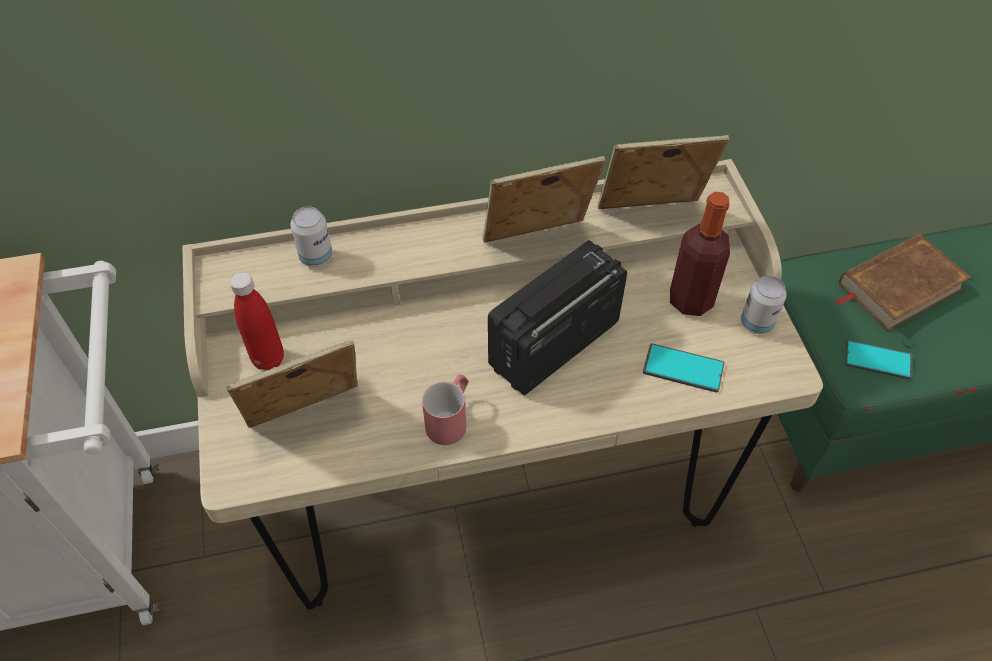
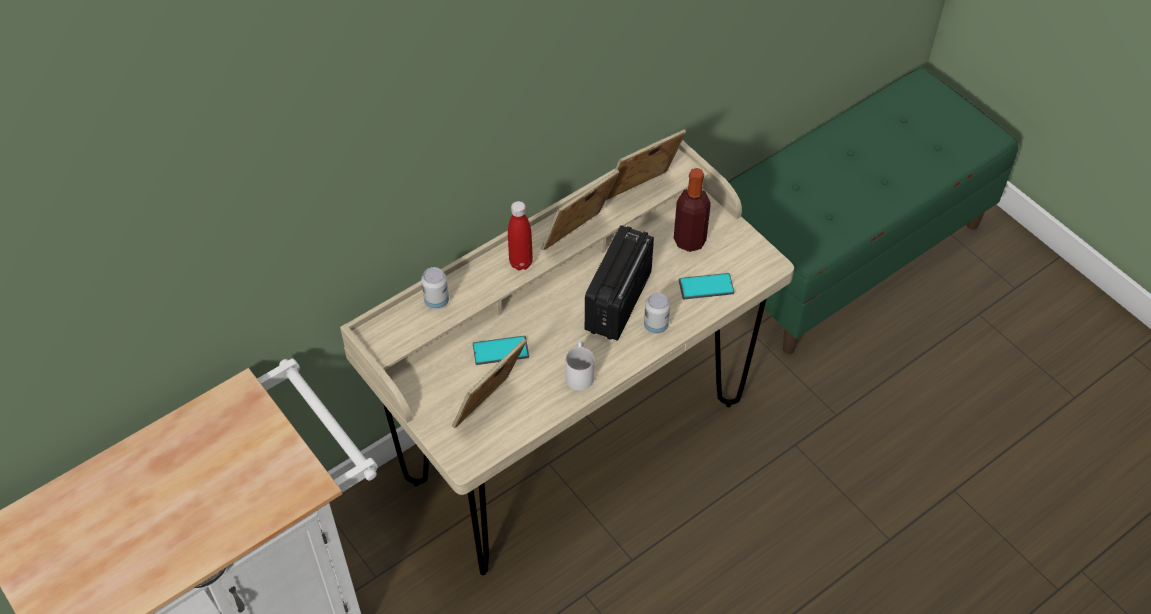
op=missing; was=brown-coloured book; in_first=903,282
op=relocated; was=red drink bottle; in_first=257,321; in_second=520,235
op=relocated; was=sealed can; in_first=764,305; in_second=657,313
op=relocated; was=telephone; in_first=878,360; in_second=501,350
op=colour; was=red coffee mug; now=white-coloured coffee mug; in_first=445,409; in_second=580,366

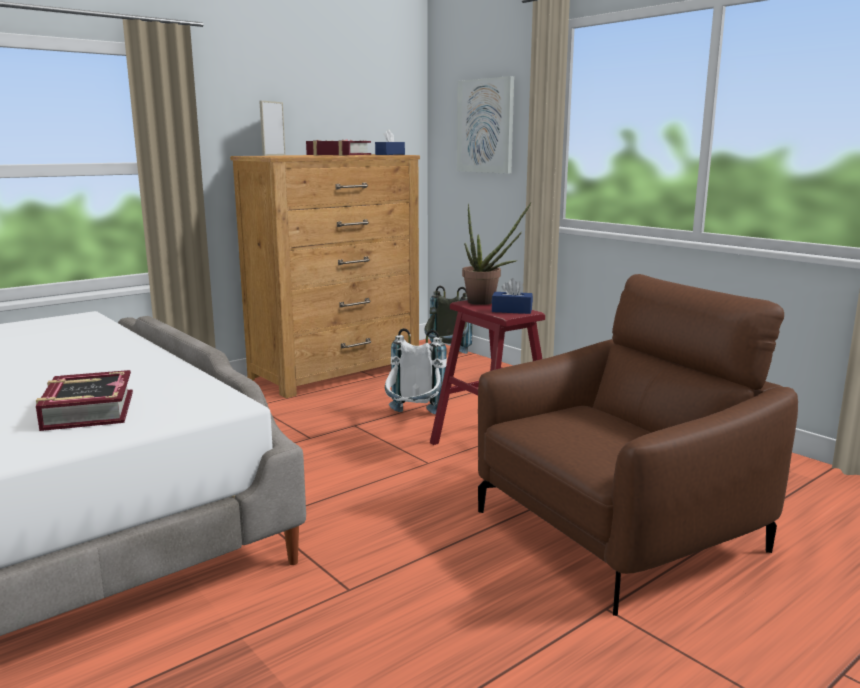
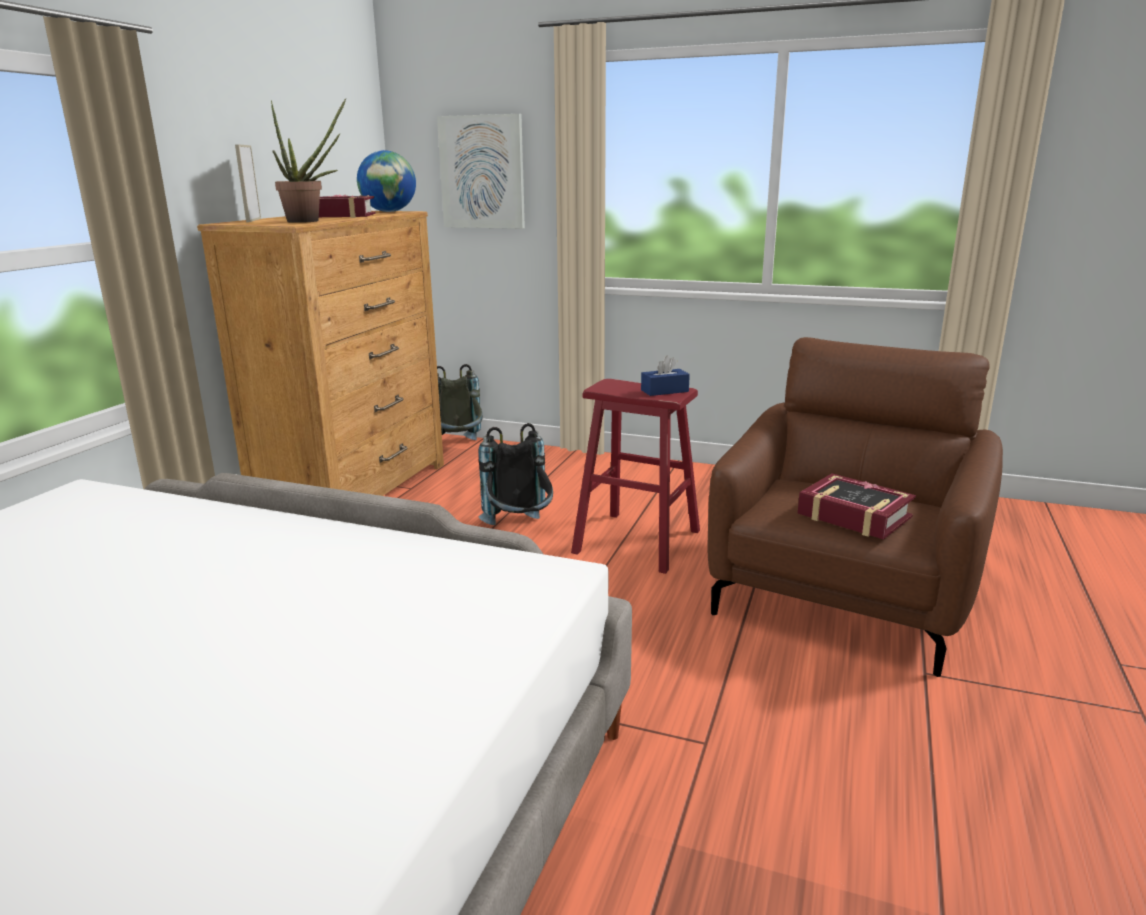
op=relocated; was=book; in_first=84,400; in_second=857,506
op=relocated; was=potted plant; in_first=497,253; in_second=308,160
op=exchanged; was=bluish tissue box; now=desk globe; in_first=390,142; in_second=386,181
op=colour; was=white-coloured knapsack; now=black-coloured knapsack; in_first=416,371; in_second=515,474

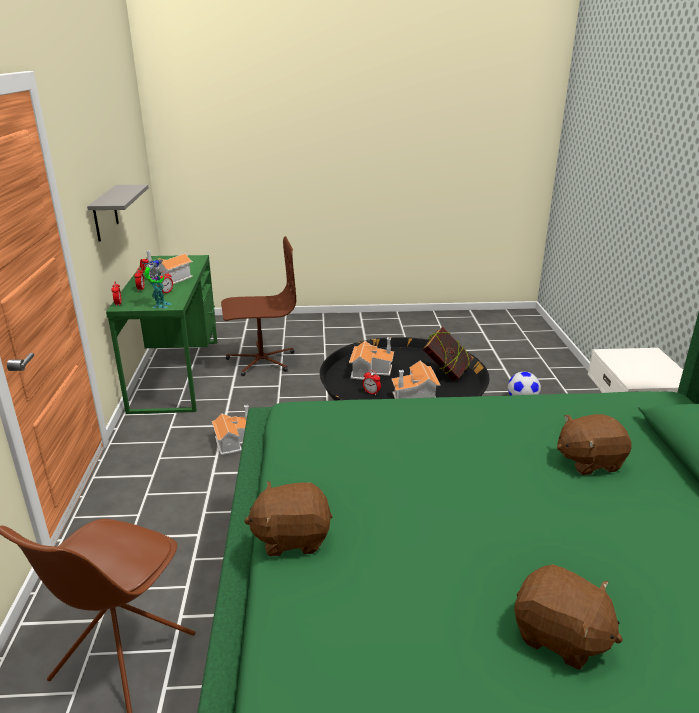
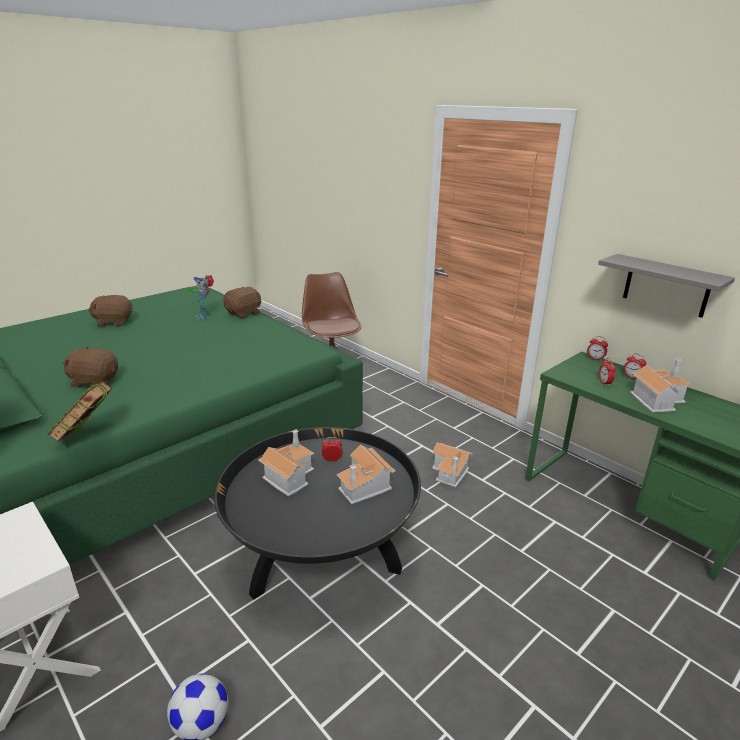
op=missing; was=brown-coloured office chair; in_first=258,306
op=relocated; was=robot figure; in_first=156,283; in_second=200,297
op=relocated; was=book; in_first=448,354; in_second=80,411
op=spun; was=brown-coloured cuddly toy; in_first=594,444; in_second=90,367; clockwise=-120

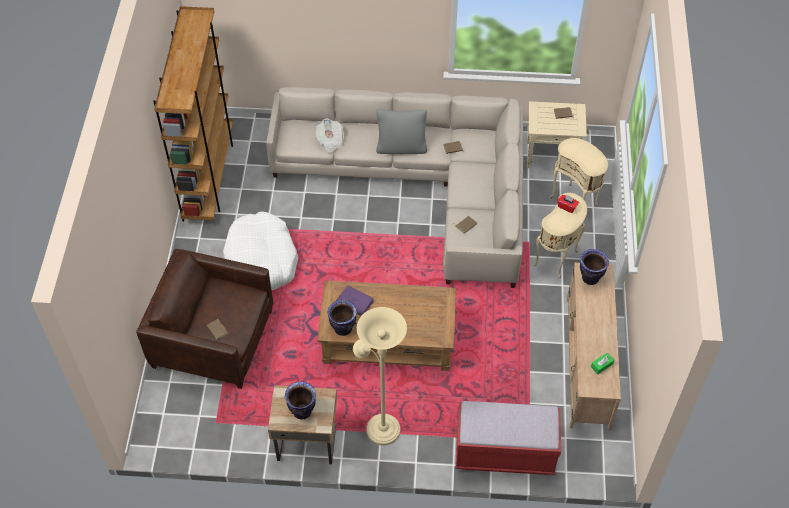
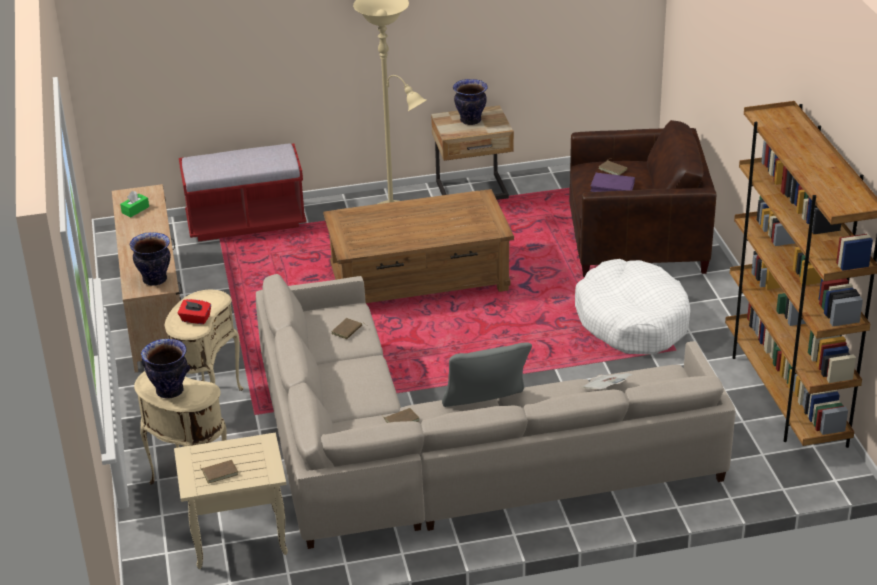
op=relocated; was=decorative vase; in_first=342,318; in_second=165,368
op=relocated; was=purple-coloured book; in_first=355,300; in_second=612,182

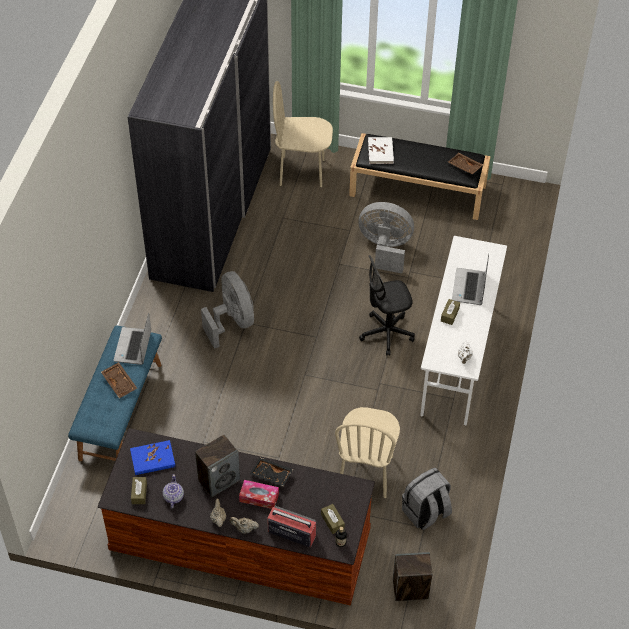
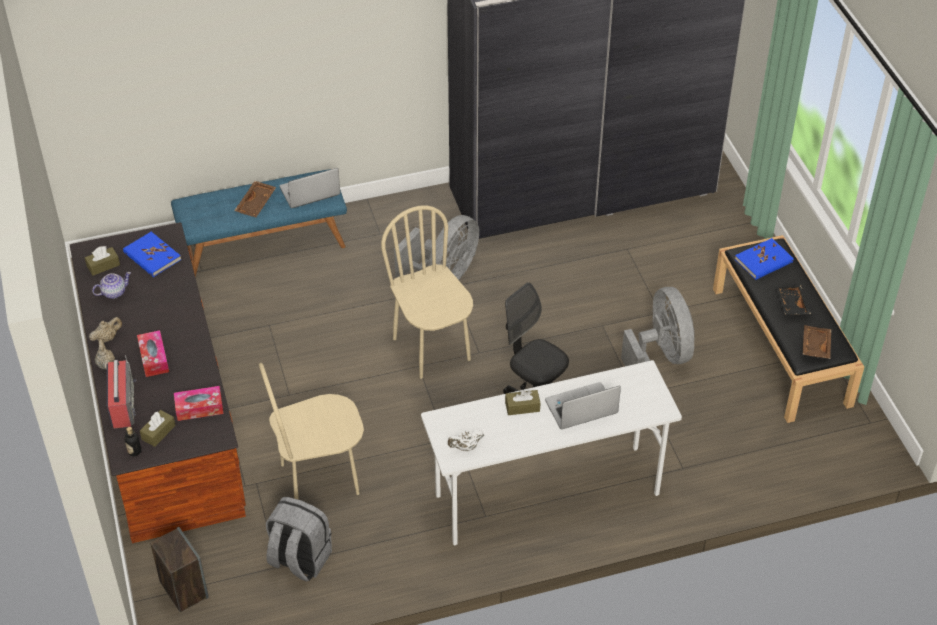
op=missing; was=audio speaker; in_first=217,466
op=appeared; now=tissue box; in_second=199,403
op=relocated; was=black-coloured tray; in_first=272,472; in_second=793,300
op=relocated; was=sand-coloured upright chair; in_first=303,134; in_second=427,292
op=colour; was=white-coloured book; now=bluish book; in_first=381,150; in_second=764,259

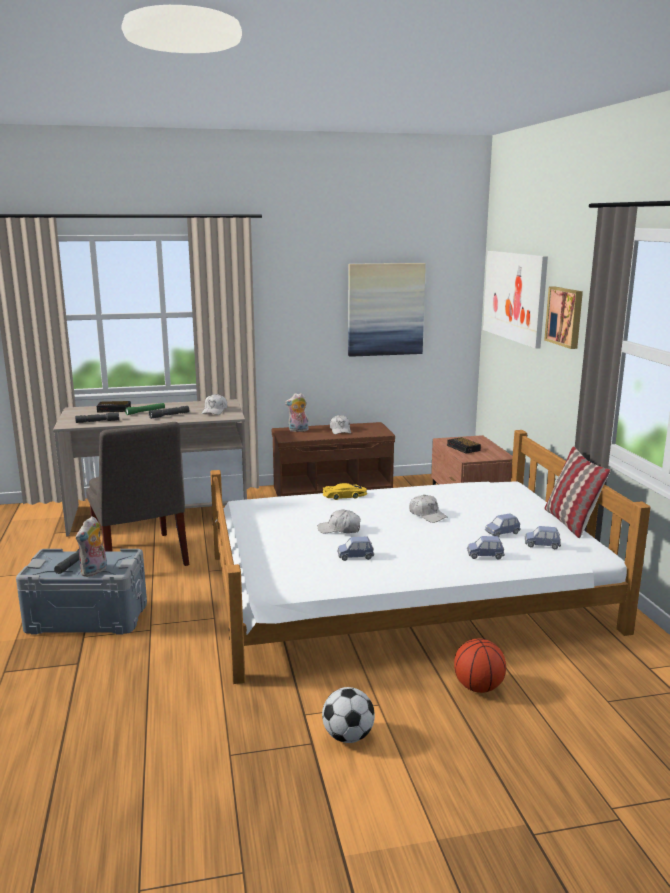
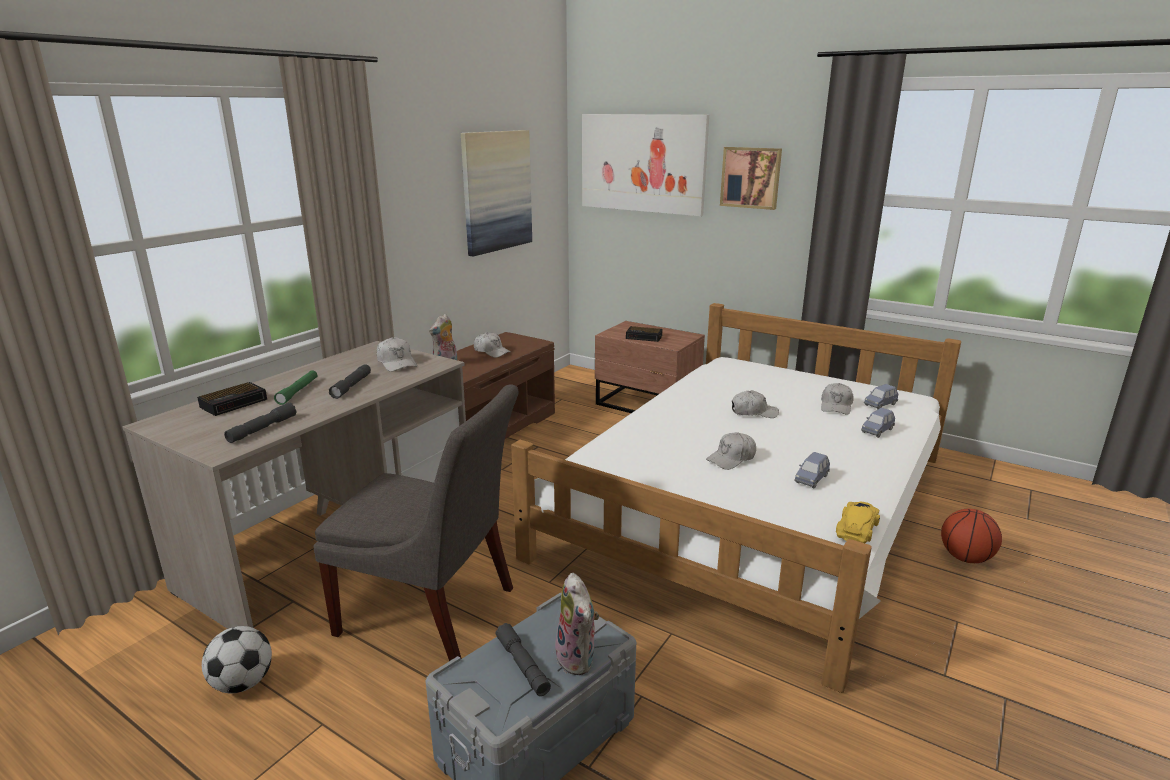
op=missing; was=cushion; in_first=577,492
op=relocated; was=football ball; in_first=348,715; in_second=237,659
op=relocated; was=yellow-coloured toy car; in_first=345,491; in_second=858,522
op=exchanged; was=bluish toy car; now=white-coloured cap; in_first=503,525; in_second=837,399

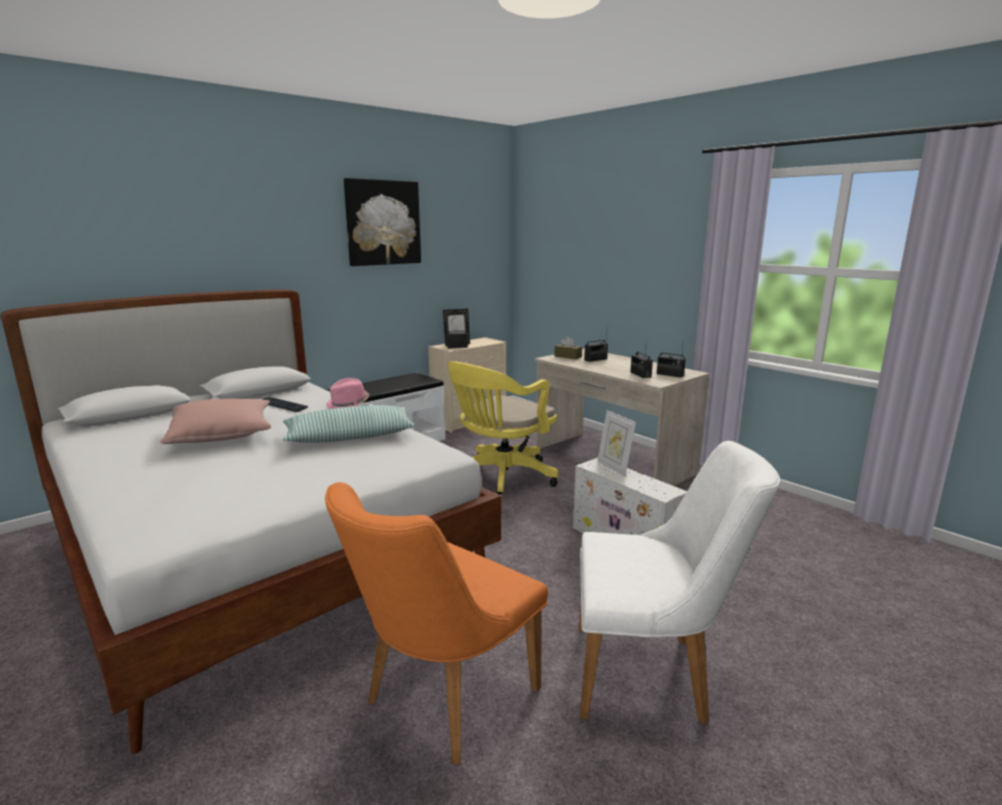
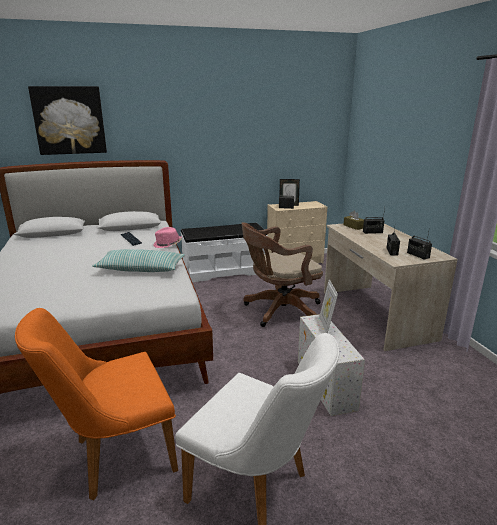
op=missing; was=pink-coloured cushion; in_first=215,421
op=relocated; was=picture; in_first=382,222; in_second=67,120
op=colour; was=yellow-coloured office chair; now=brown-coloured office chair; in_first=503,428; in_second=282,275

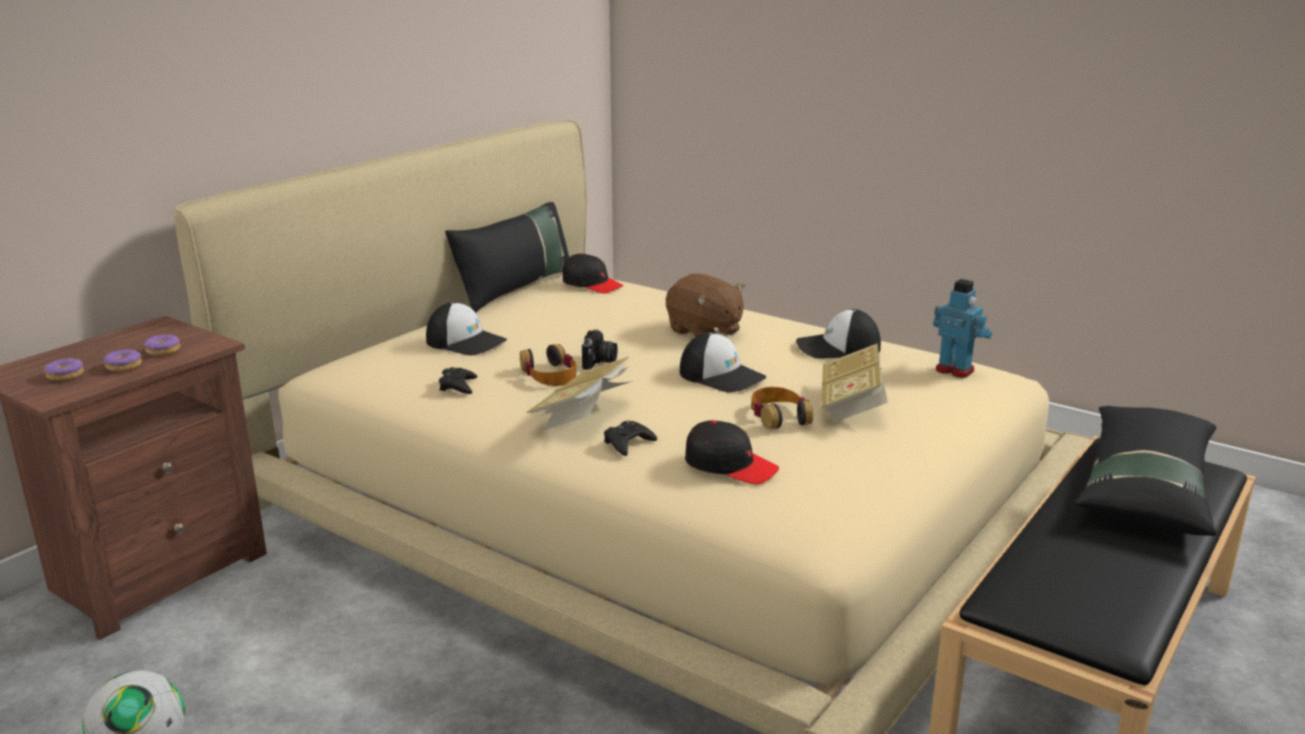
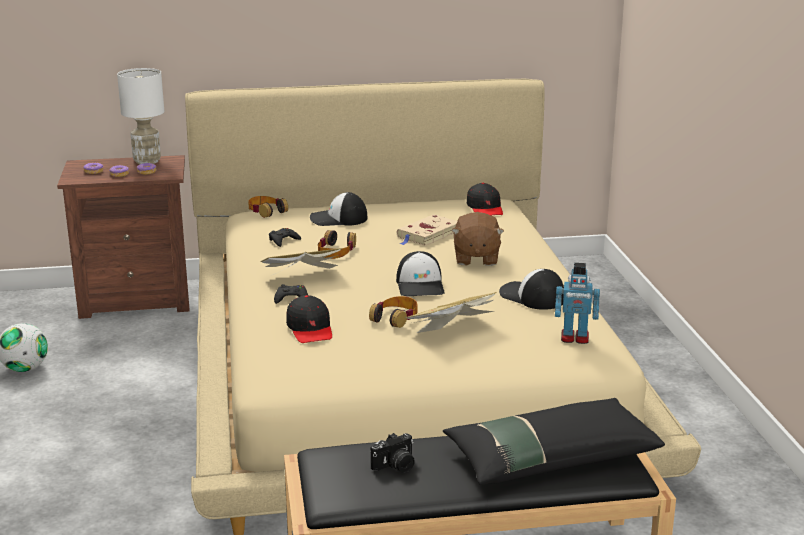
op=missing; was=black-coloured cushion; in_first=507,257
op=appeared; now=white-coloured tabletop lamp; in_second=140,116
op=appeared; now=headset; in_second=268,207
op=appeared; now=sand-coloured book; in_second=427,230
op=relocated; was=still camera; in_first=600,349; in_second=393,453
op=spun; was=cap; in_first=466,329; in_second=339,209; clockwise=105
op=spun; was=robot figure; in_first=962,328; in_second=577,303; clockwise=105

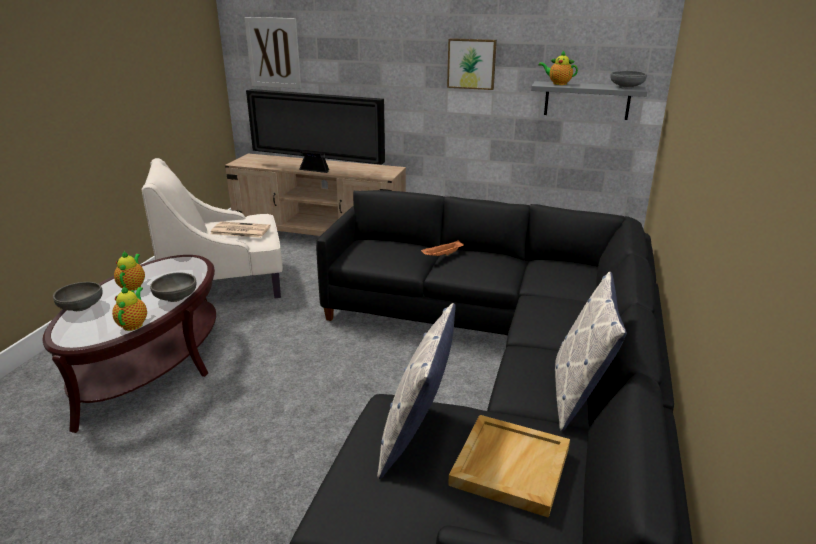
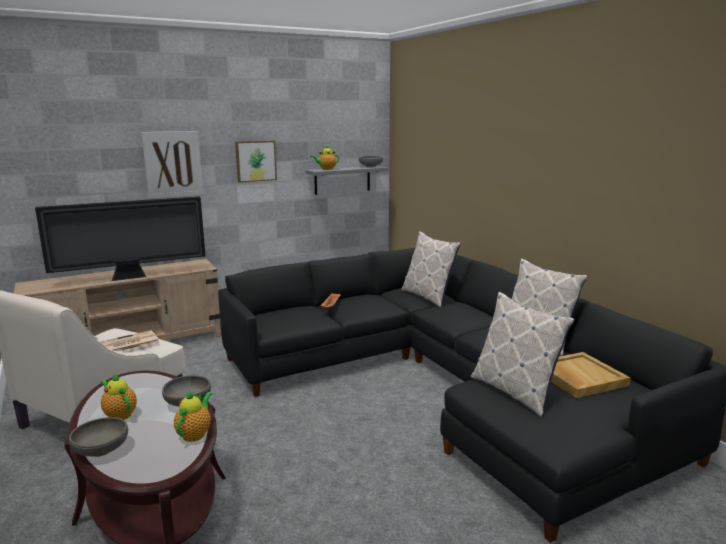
op=appeared; now=cushion; in_second=431,269
op=relocated; was=picture; in_first=272,53; in_second=172,165
op=spun; was=pot for tea; in_first=129,308; in_second=193,416; clockwise=60

